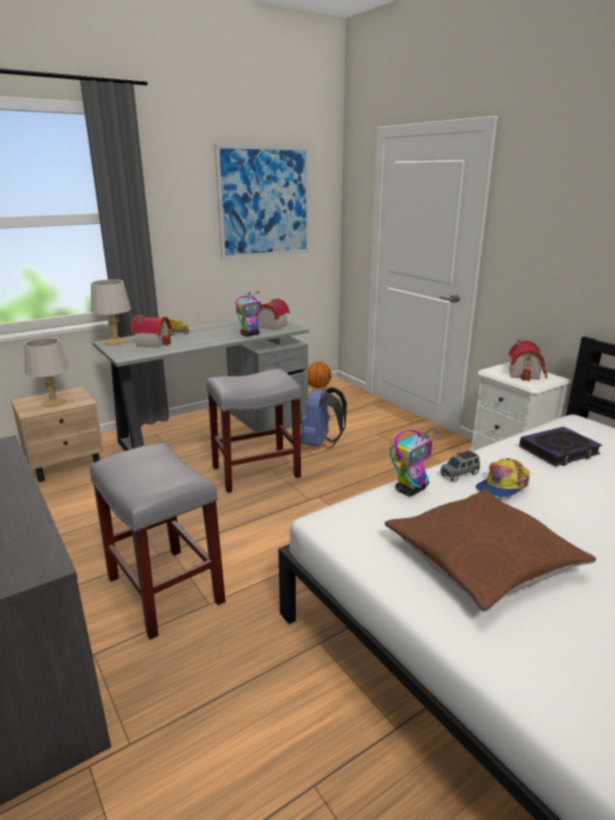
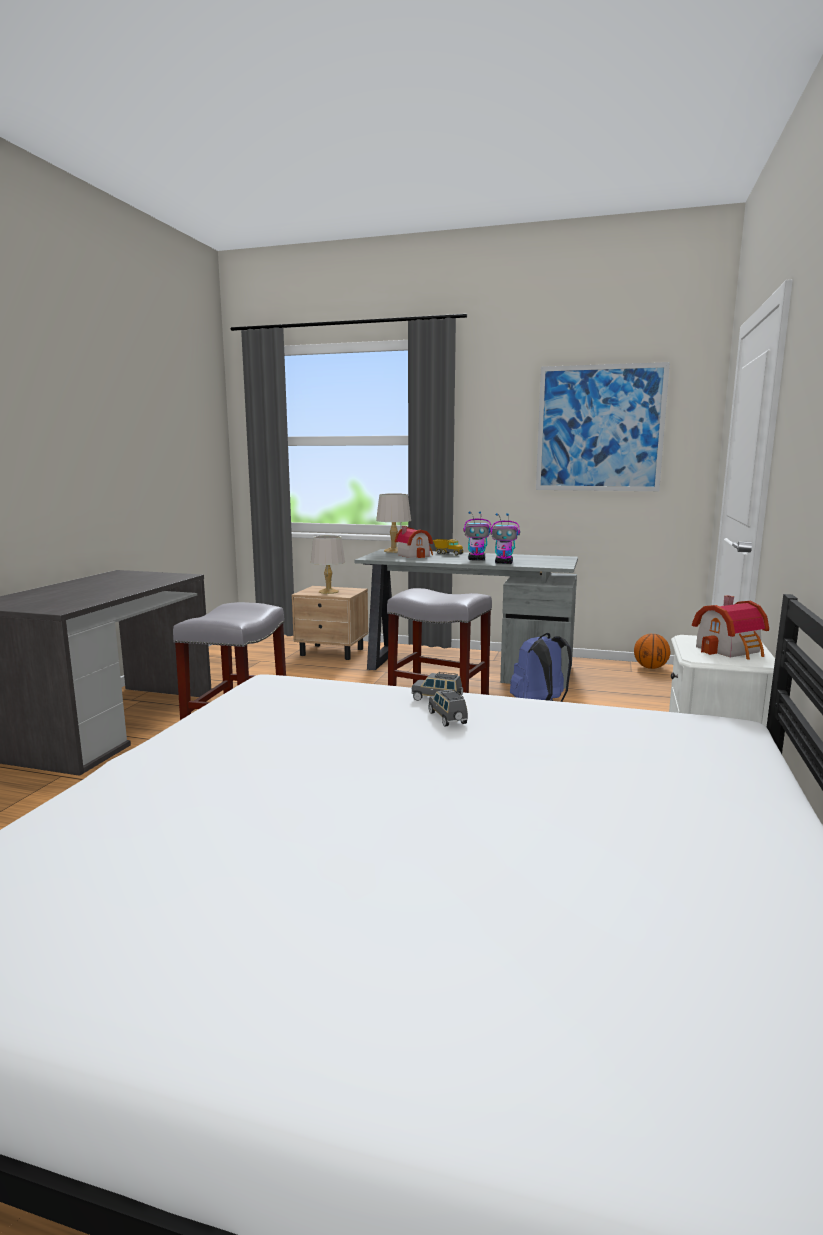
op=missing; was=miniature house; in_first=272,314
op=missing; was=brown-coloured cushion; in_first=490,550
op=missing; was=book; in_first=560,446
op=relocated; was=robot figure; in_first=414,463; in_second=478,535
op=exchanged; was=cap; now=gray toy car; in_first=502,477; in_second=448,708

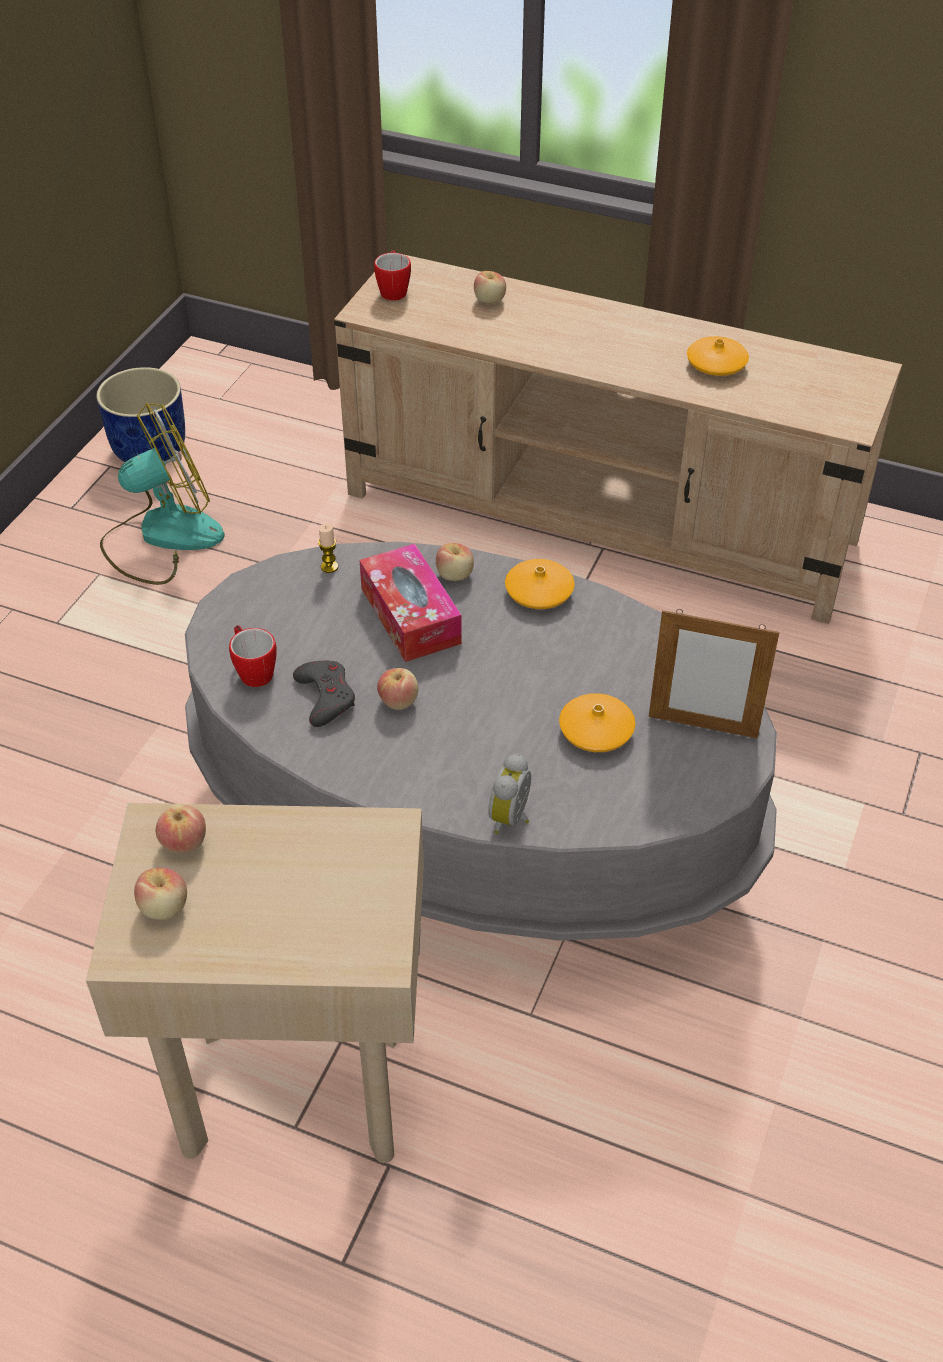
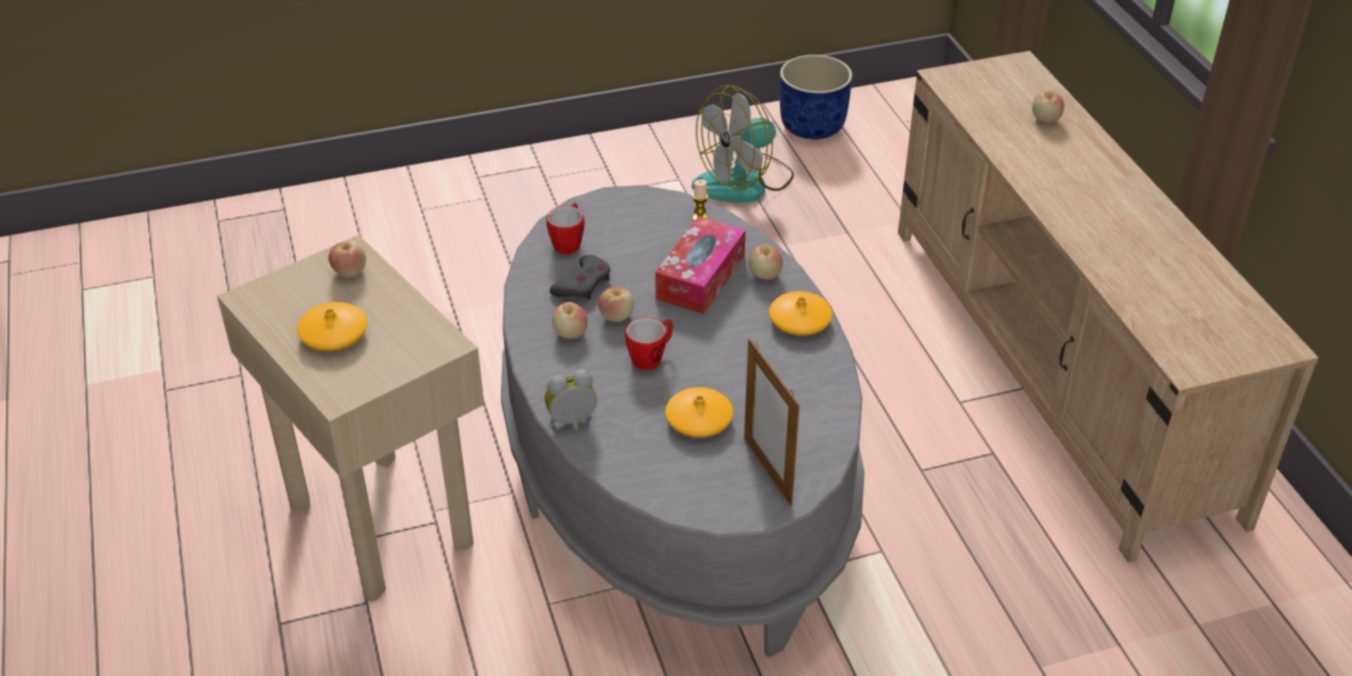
op=relocated; was=apple fruit; in_first=160,894; in_second=570,320
op=relocated; was=coffee mug; in_first=392,275; in_second=649,344
op=relocated; was=orange decorative vase; in_first=718,356; in_second=332,326
op=spun; was=electric fan; in_first=162,494; in_second=743,144; clockwise=120

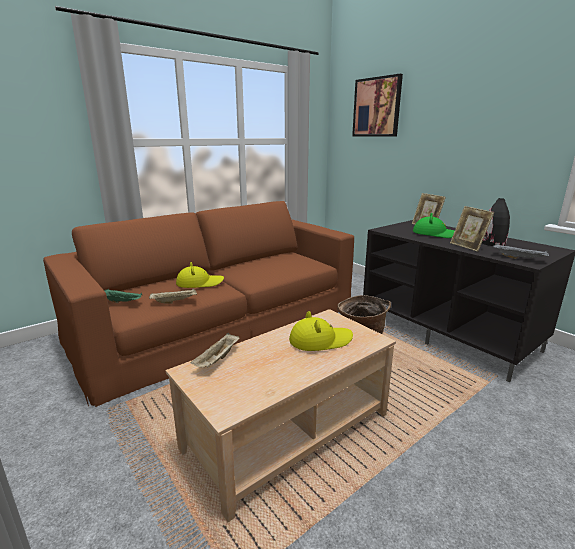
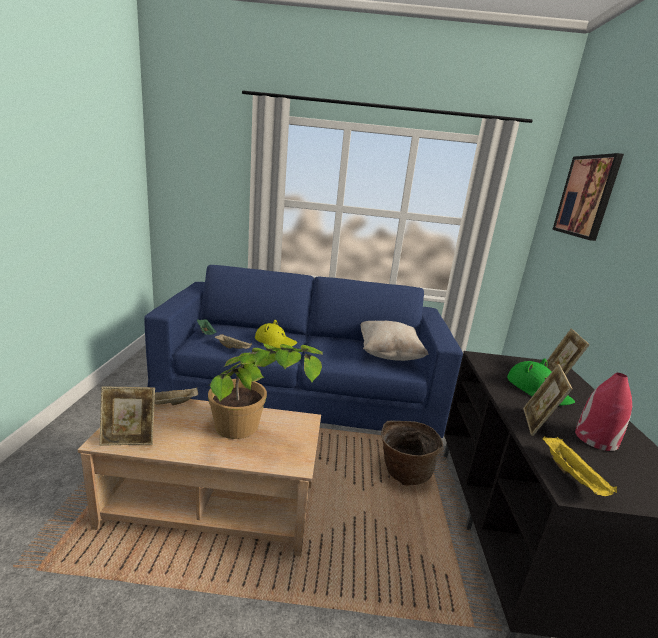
op=appeared; now=picture frame; in_second=127,416
op=appeared; now=sand-coloured cushion; in_second=394,341
op=exchanged; was=yellow-coloured clothing hat; now=potted plant; in_first=321,331; in_second=265,391
op=colour; was=brown-coloured couch; now=bluish couch; in_first=198,304; in_second=303,351
op=colour; was=black-coloured decorative vase; now=red decorative vase; in_first=496,222; in_second=603,412
op=colour; was=gray tray; now=yellow-coloured tray; in_first=521,251; in_second=579,466

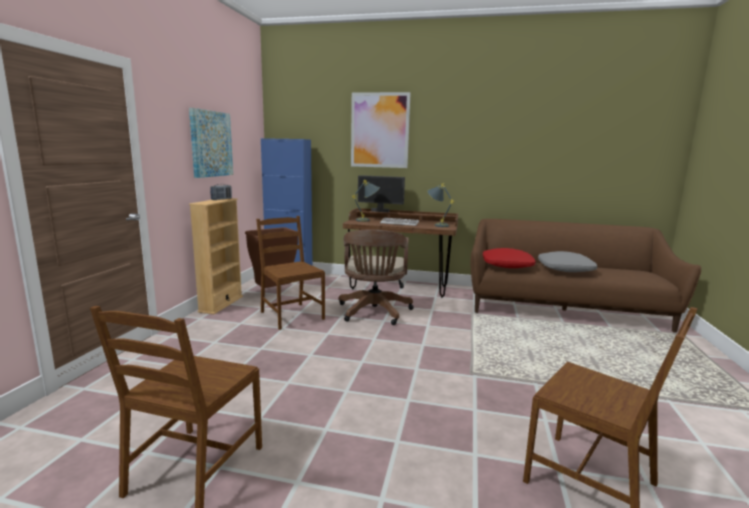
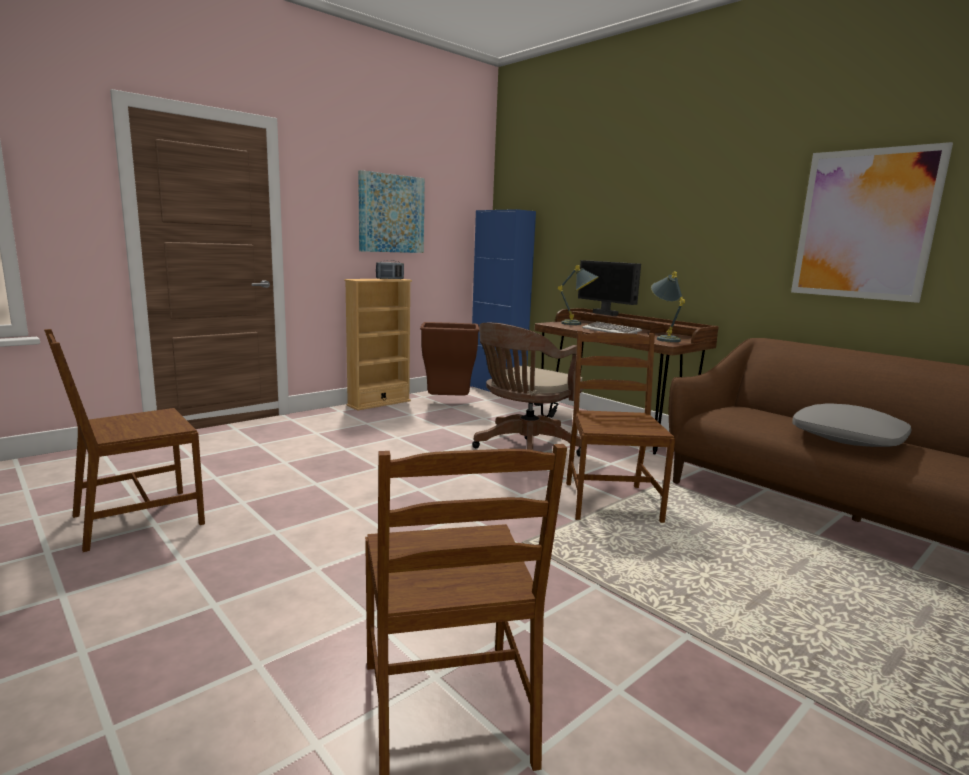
op=missing; was=red cushion; in_first=509,258
op=relocated; was=brown-coloured upright chair; in_first=290,273; in_second=620,426
op=relocated; was=picture; in_first=381,130; in_second=872,222

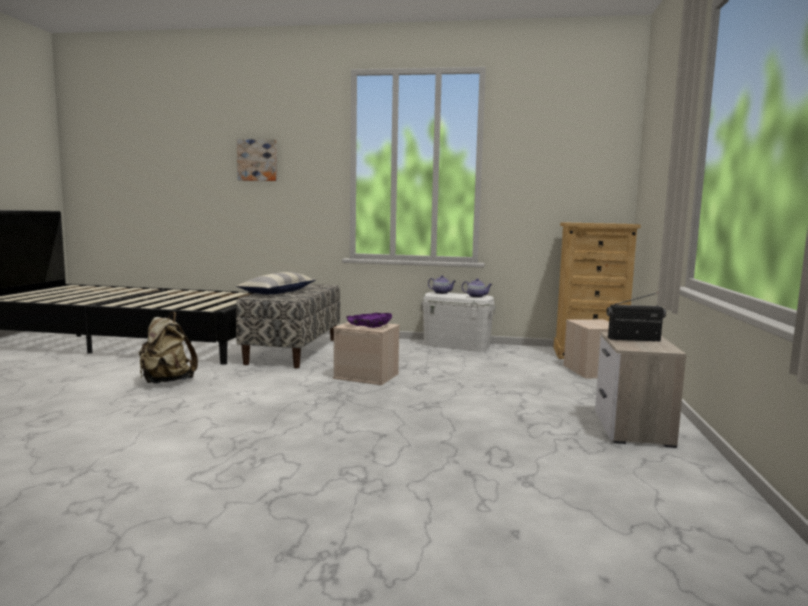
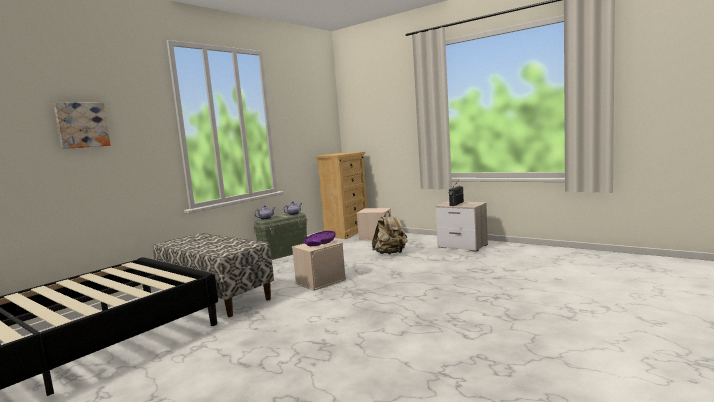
op=missing; was=cushion; in_first=276,283
op=relocated; was=sand-coloured knapsack; in_first=168,348; in_second=390,232
op=colour; was=white-coloured storage container; now=green-coloured storage container; in_first=458,322; in_second=280,236

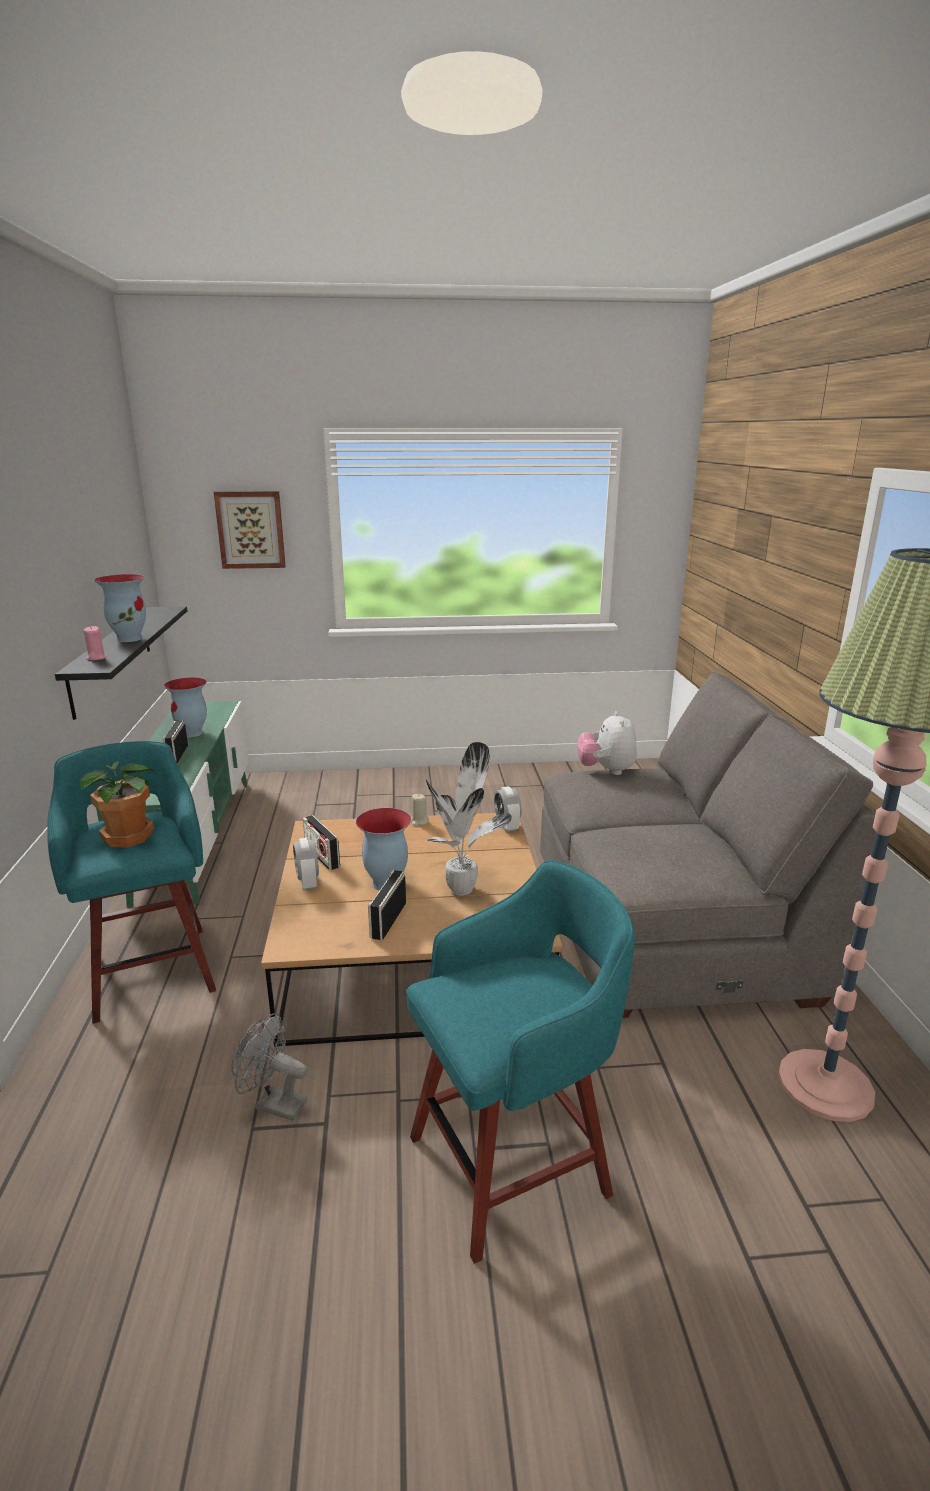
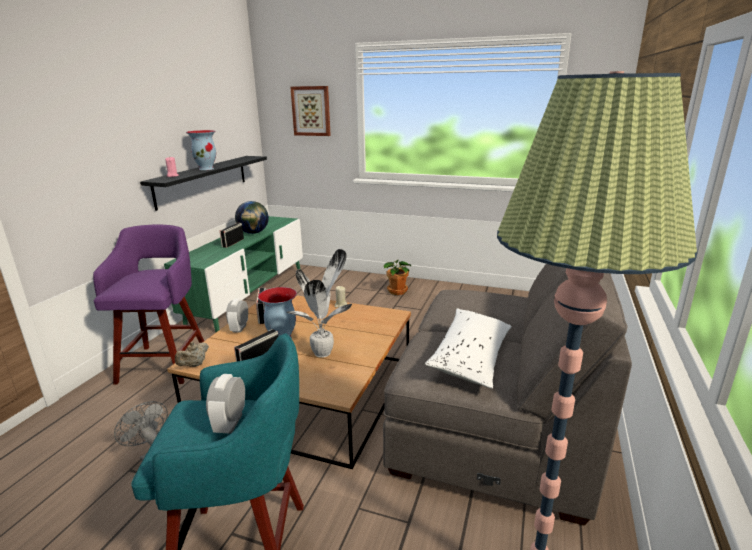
op=missing; was=cuddly toy; in_first=607,743
op=appeared; now=sand-coloured pot for tea; in_second=192,354
op=appeared; now=white-coloured cushion; in_second=468,348
op=relocated; was=potted plant; in_first=117,804; in_second=397,277
op=relocated; was=bedside clock; in_first=508,809; in_second=225,403
op=exchanged; was=decorative vase; now=desk globe; in_first=185,707; in_second=252,217
op=colour; was=blue-green stool seat; now=purple-coloured stool seat; in_first=131,882; in_second=148,304

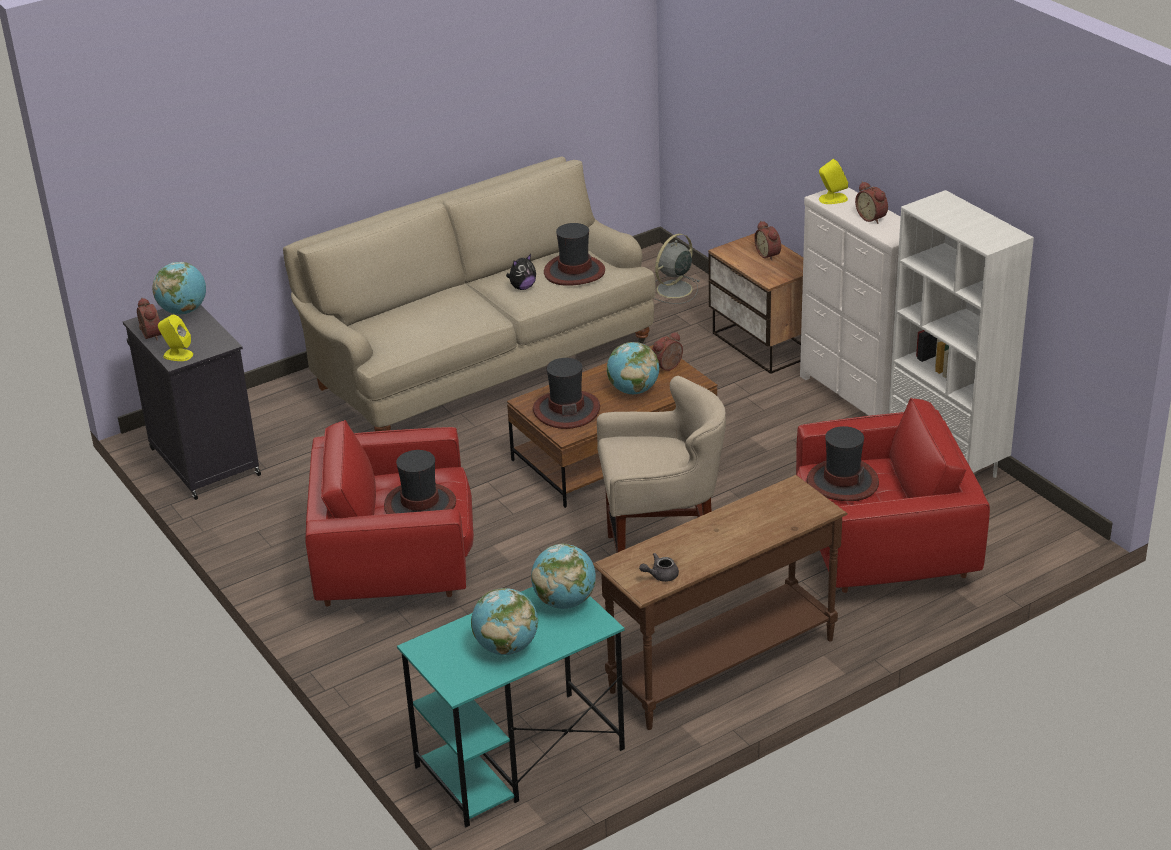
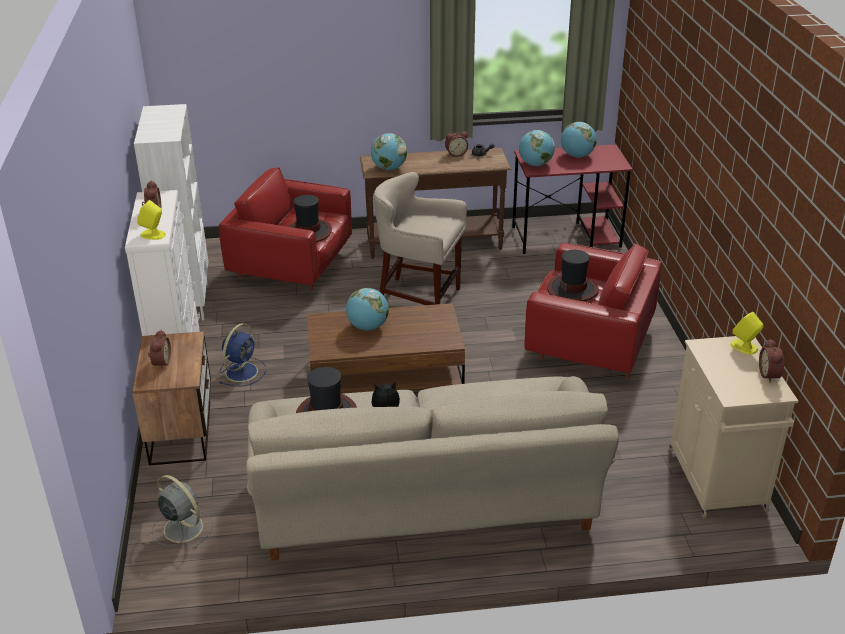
op=missing; was=clothing hat; in_first=566,393
op=appeared; now=bluish electric fan; in_second=242,354
op=relocated; was=desk globe; in_first=179,288; in_second=389,151
op=relocated; was=bedside clock; in_first=667,351; in_second=456,144
op=colour; was=black-coloured cupboard; now=sand-coloured cupboard; in_first=192,402; in_second=733,427
op=colour; was=blue-green desk table; now=red desk table; in_first=511,707; in_second=572,199
op=spun; was=gray electric fan; in_first=677,269; in_second=181,511; clockwise=-120

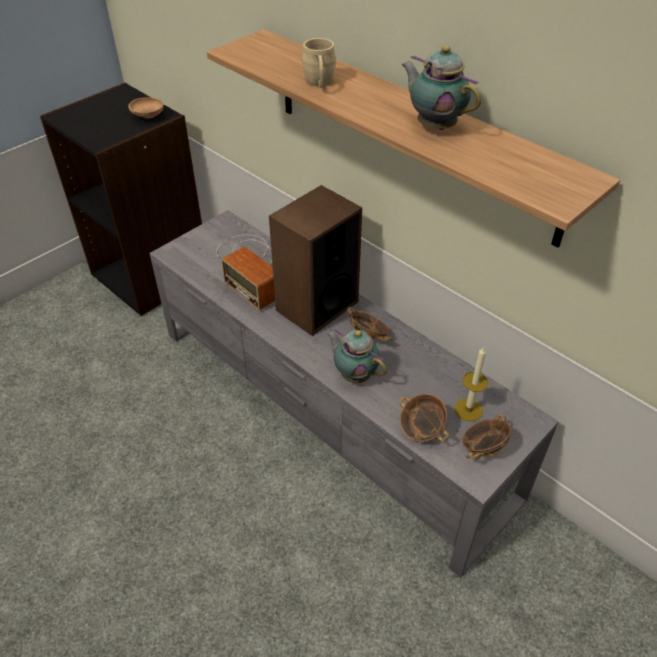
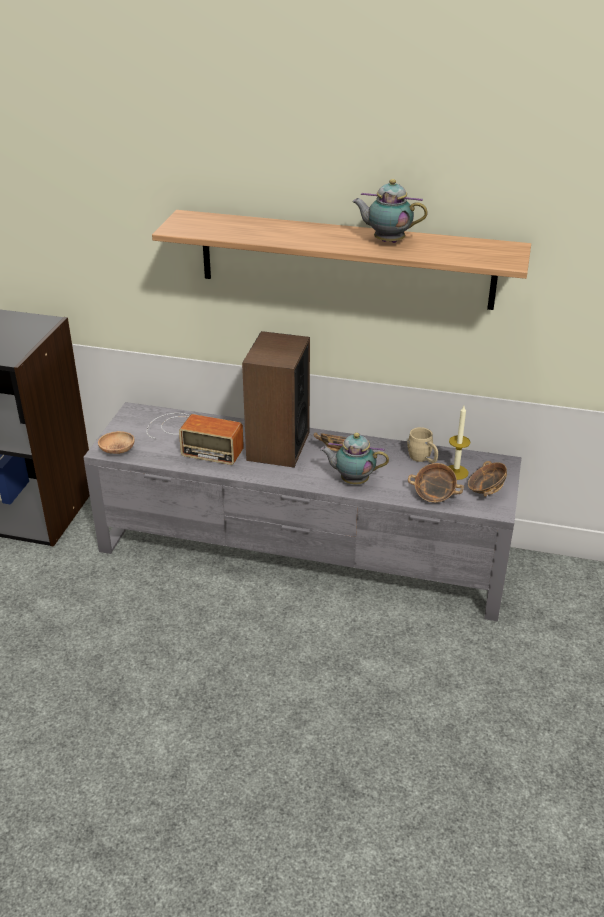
op=relocated; was=brown-coloured serving bowl; in_first=146,108; in_second=116,442
op=relocated; was=sand-coloured coffee mug; in_first=318,63; in_second=422,445

